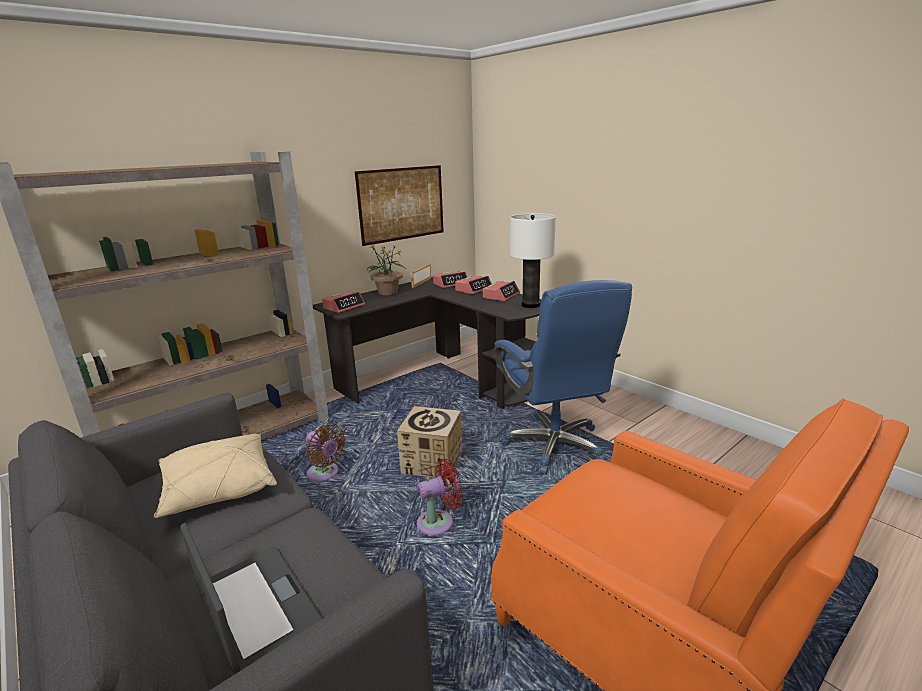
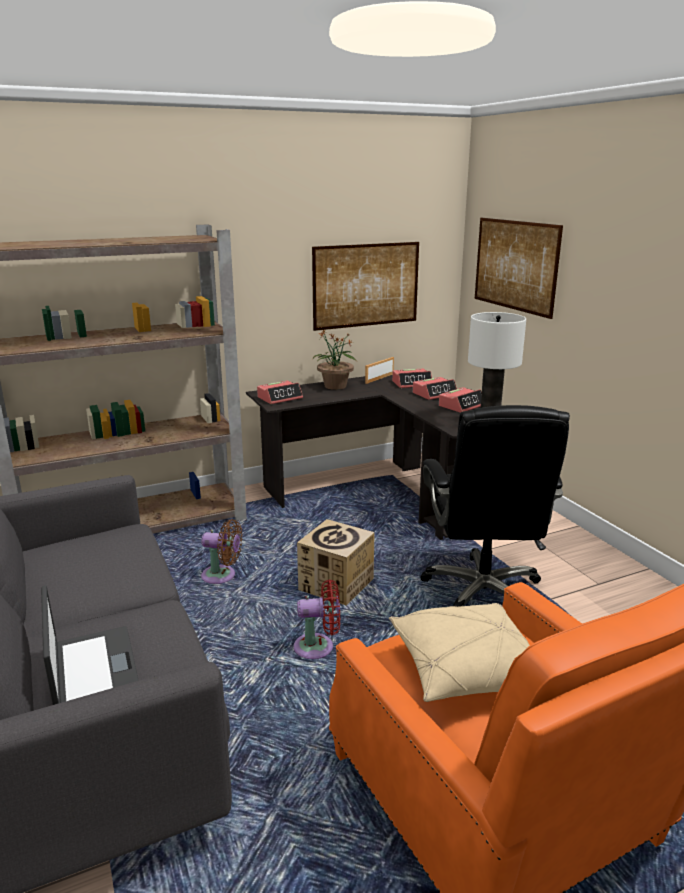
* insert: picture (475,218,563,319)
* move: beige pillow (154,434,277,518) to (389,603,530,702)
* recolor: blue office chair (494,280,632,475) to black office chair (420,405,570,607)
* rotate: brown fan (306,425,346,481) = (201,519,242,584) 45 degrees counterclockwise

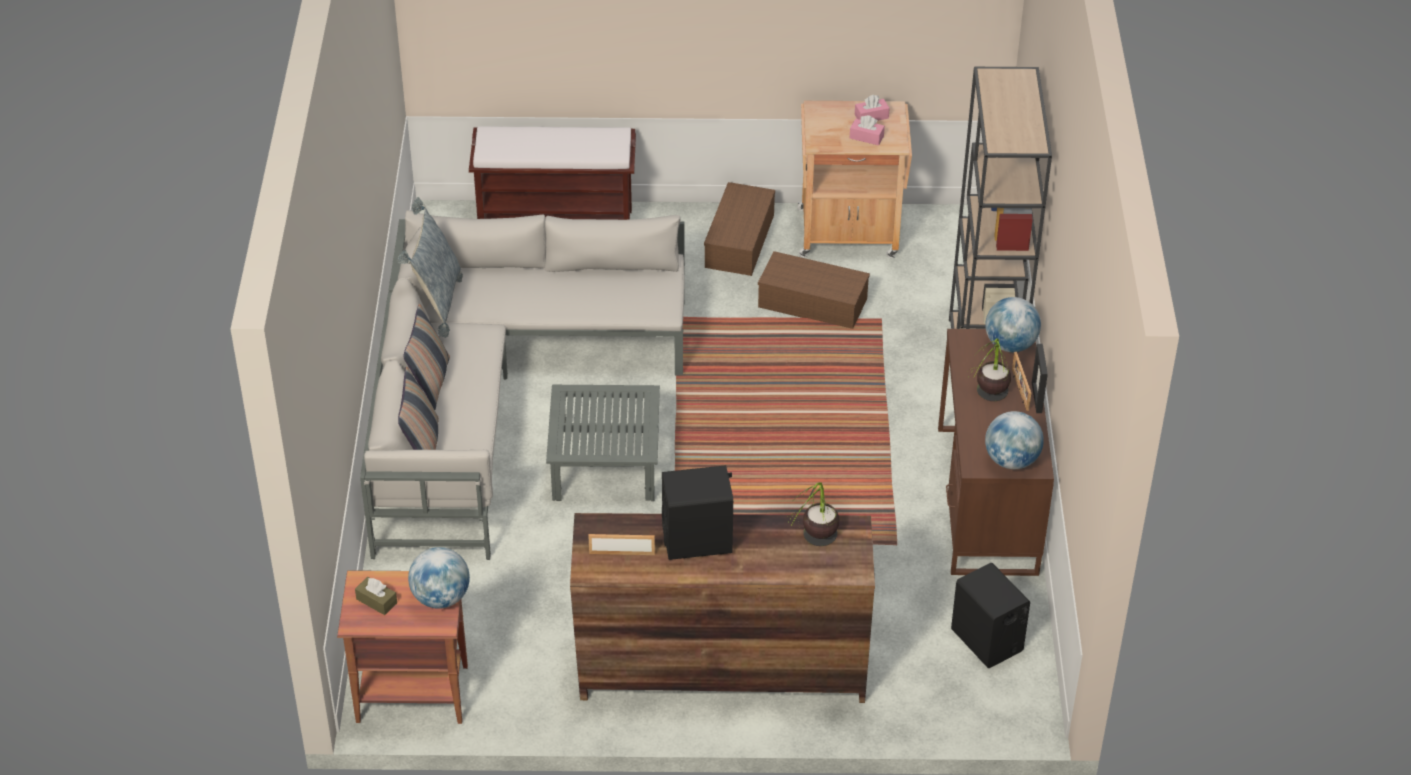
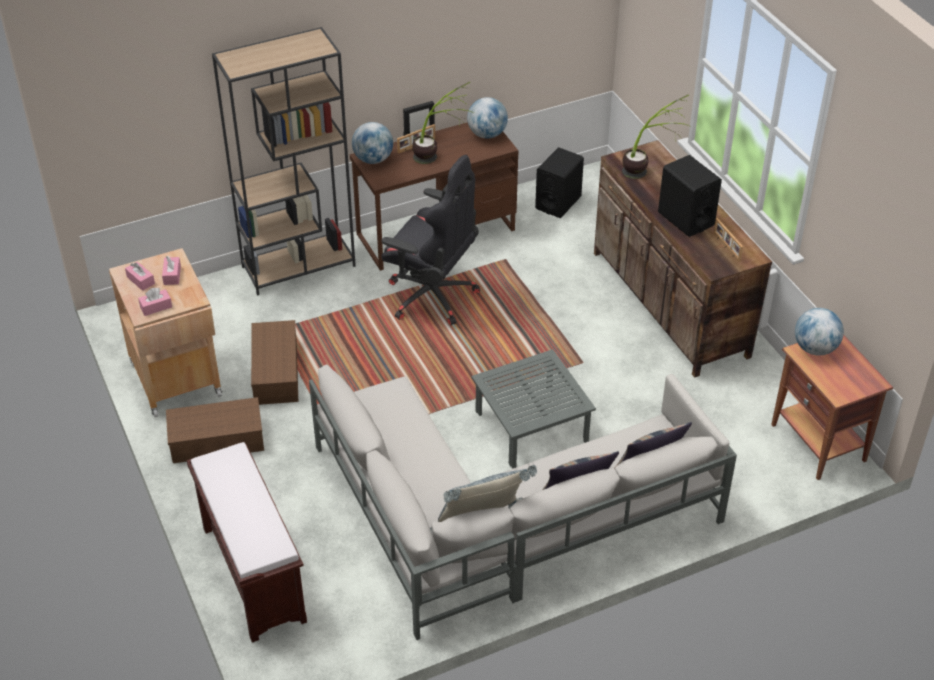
* delete: brown tissue box (355,577,397,615)
* insert: pink tissue box (138,288,172,316)
* insert: black office chair (381,155,480,326)

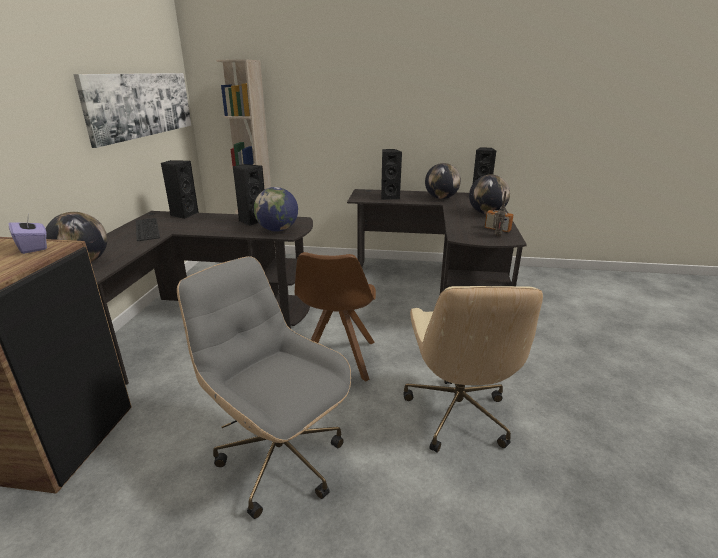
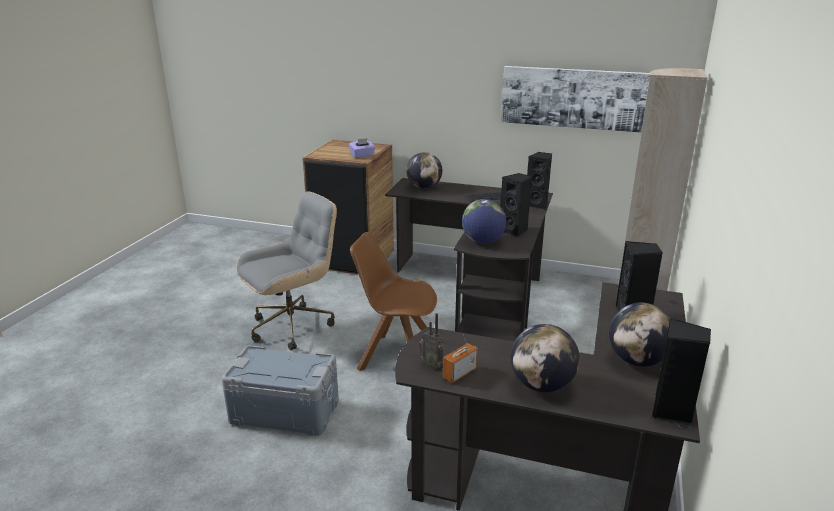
* replace: beige office chair (403,286,543,453) to grey storage box (222,345,339,436)

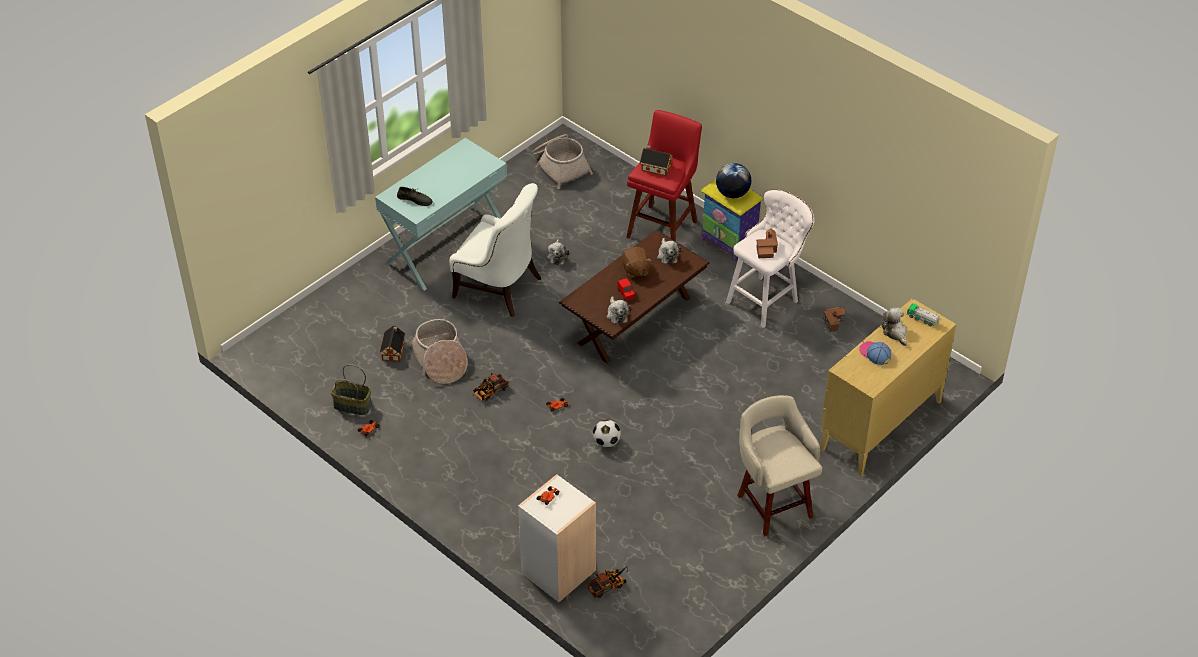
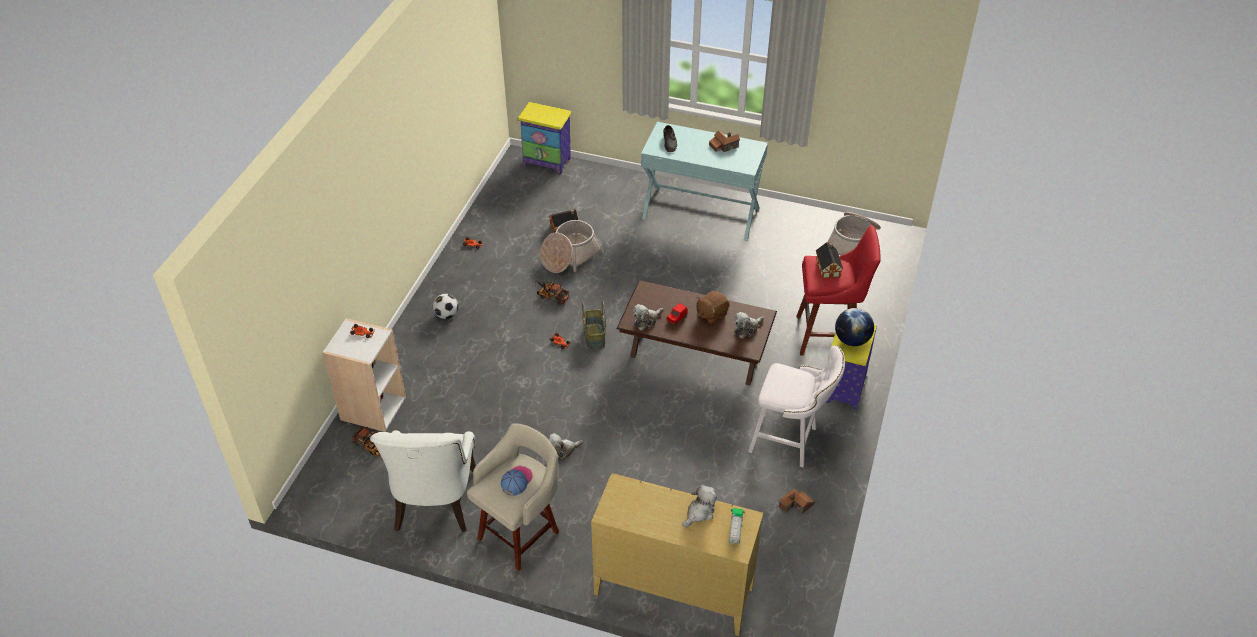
* insert: nightstand (517,102,572,175)
* move: basket (331,364,372,415) to (582,300,606,349)
* move: white chair (450,183,541,317) to (370,430,476,532)
* move: plush toy (547,239,569,265) to (548,433,583,460)
* move: football (593,419,621,448) to (433,294,458,319)
* move: toy house (756,228,778,258) to (709,131,740,152)
* move: cap (859,341,891,365) to (501,466,533,496)

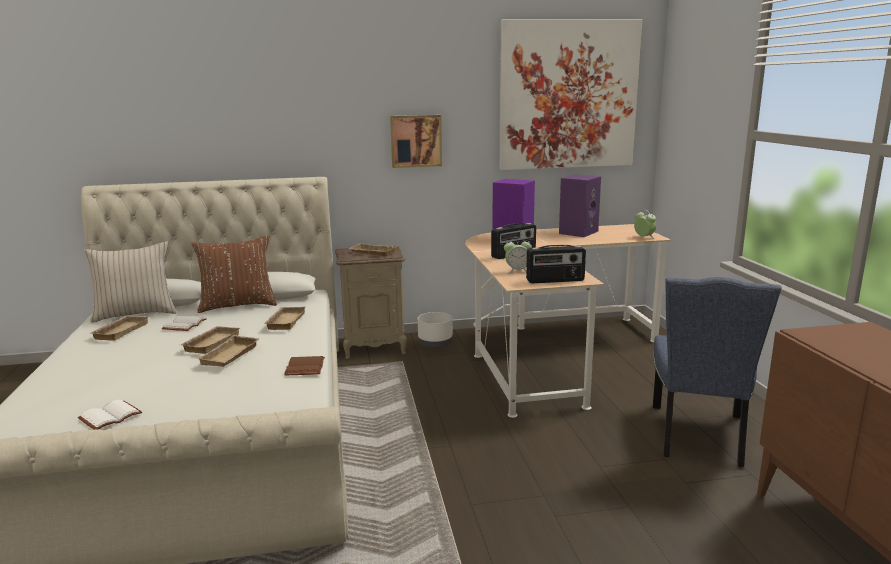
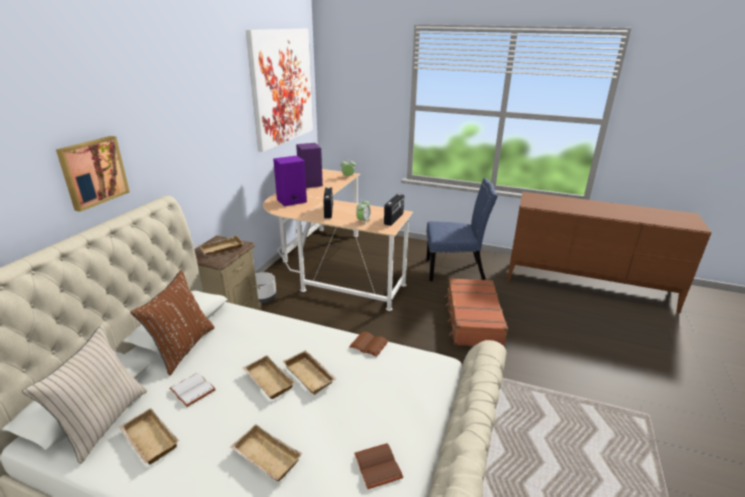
* insert: brown suitcase (445,278,508,347)
* move: beige tray (264,307,306,330) to (230,424,302,481)
* move: picture (390,115,442,168) to (56,136,130,212)
* recolor: white book (78,399,142,430) to brown book (354,443,403,489)
* rotate: blue chair (653,277,782,468) = (426,178,498,281) 45 degrees counterclockwise

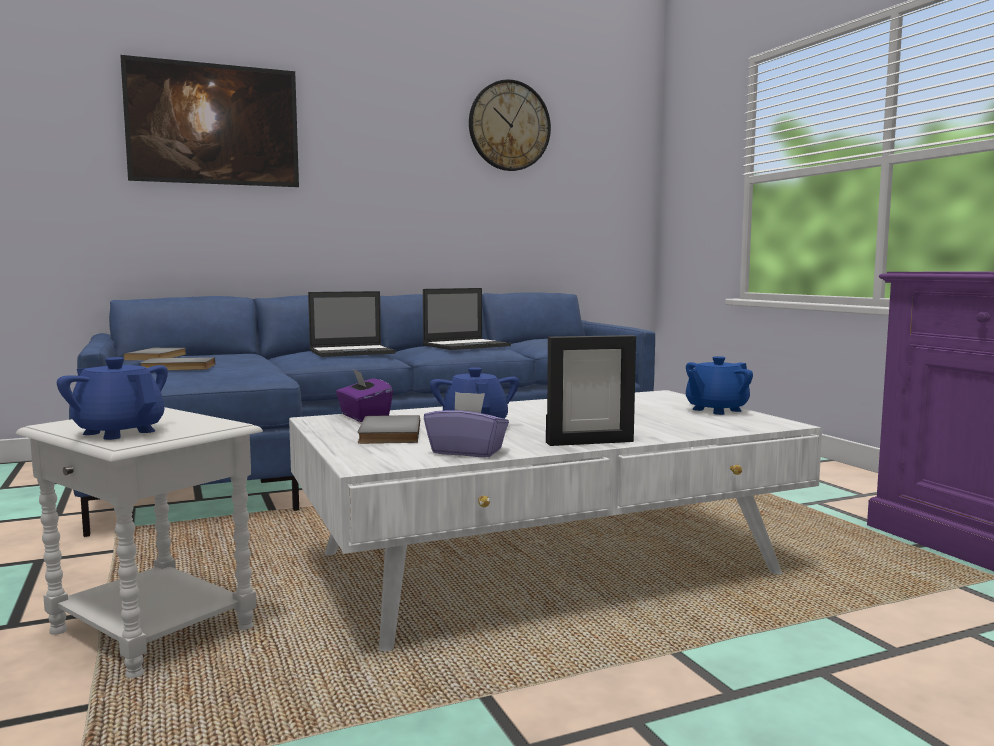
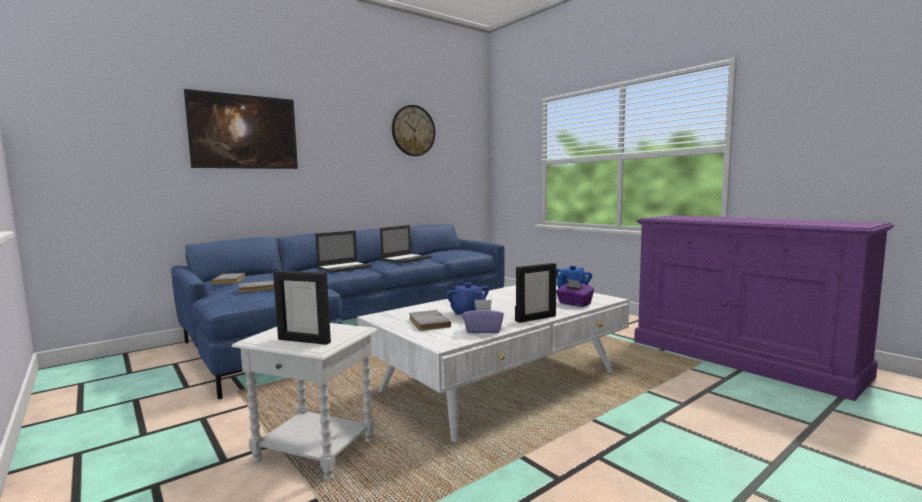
* move: purple tissue box (336,369,393,422) to (556,279,594,307)
* replace: blue teapot (57,357,168,440) to picture frame (273,271,331,345)

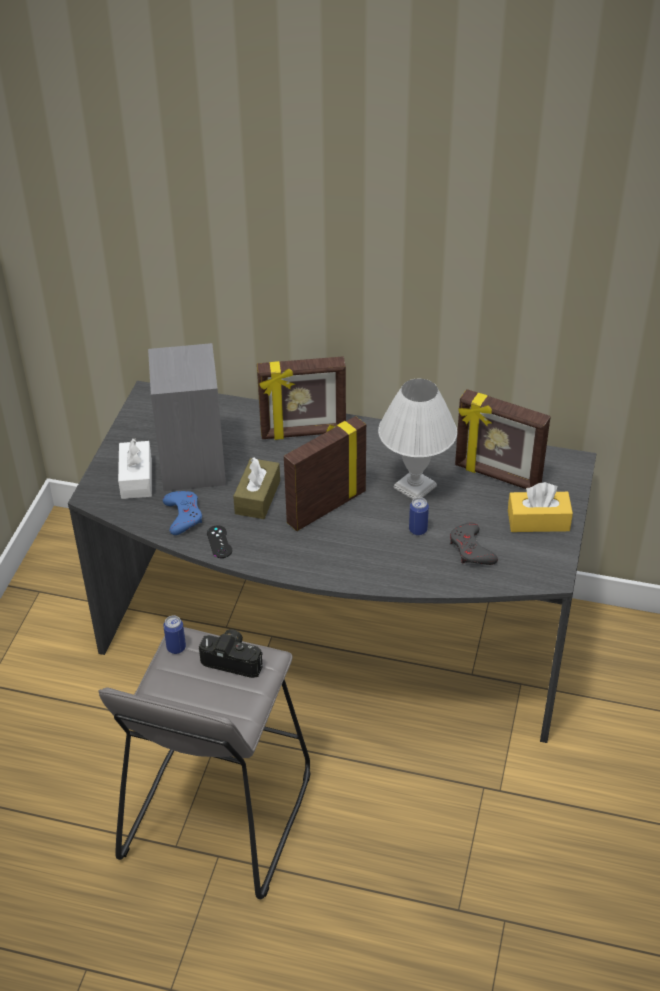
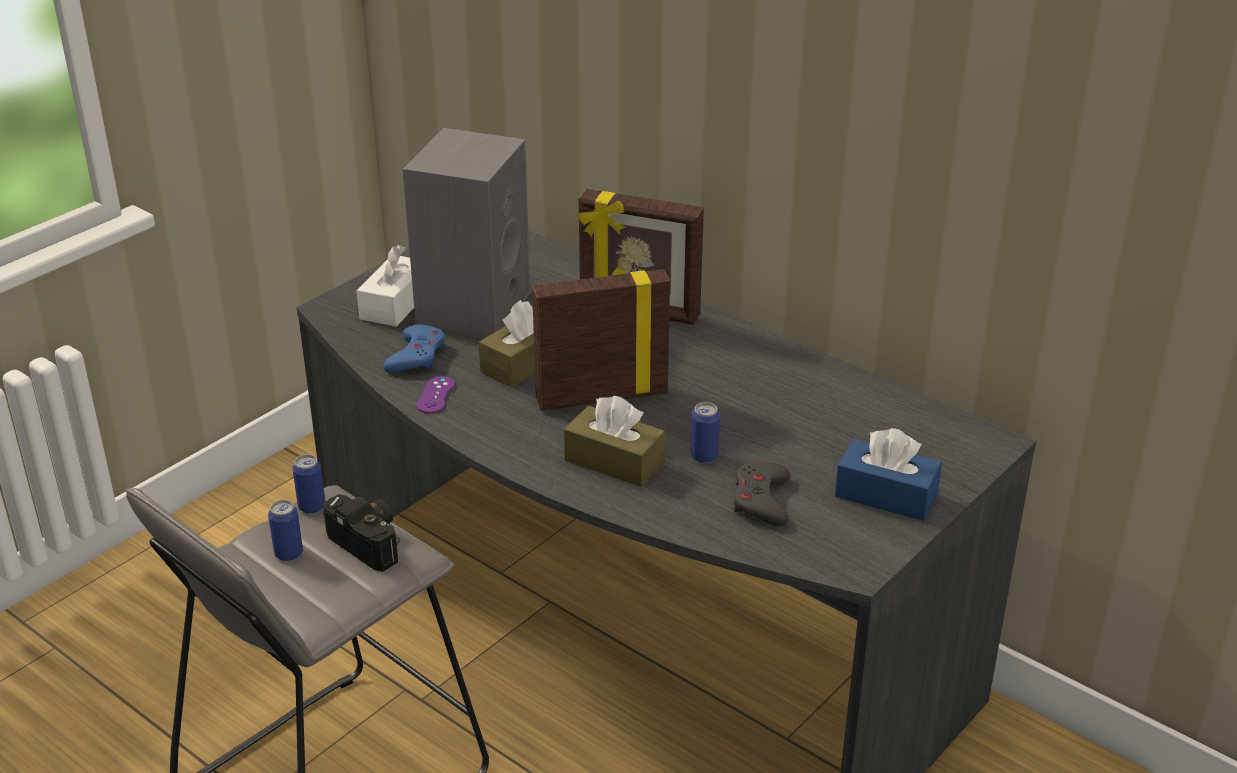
* delete: white table lamp (378,378,457,499)
* delete: picture frame (455,389,551,489)
* insert: can (268,500,303,561)
* insert: brown tissue box (564,396,665,487)
* recolor: black game controller (207,525,232,558) to purple game controller (416,376,455,414)
* recolor: yellow tissue box (508,482,573,532) to blue tissue box (835,428,942,521)

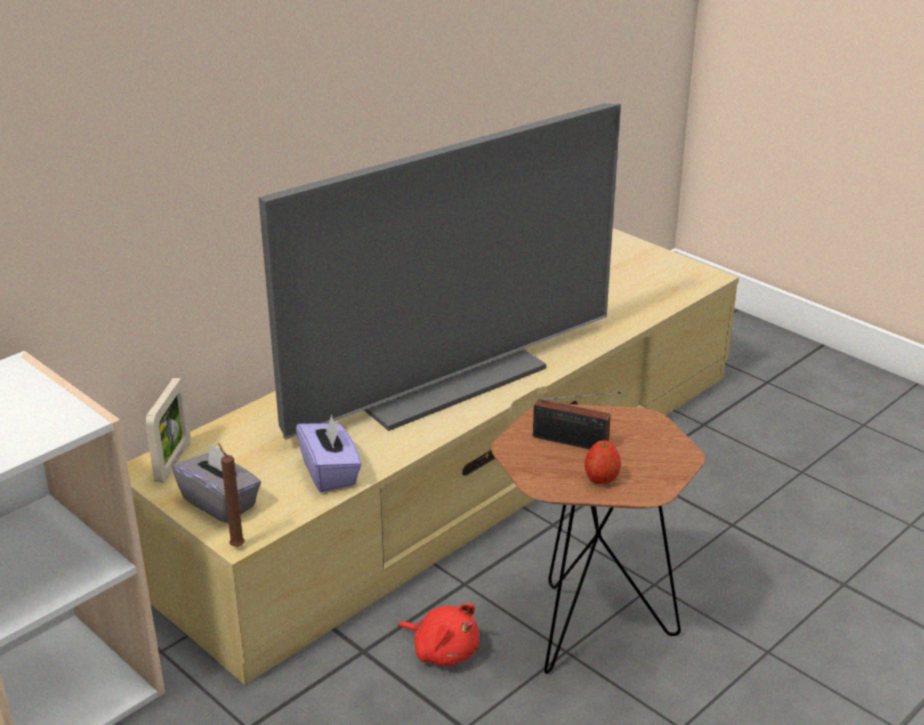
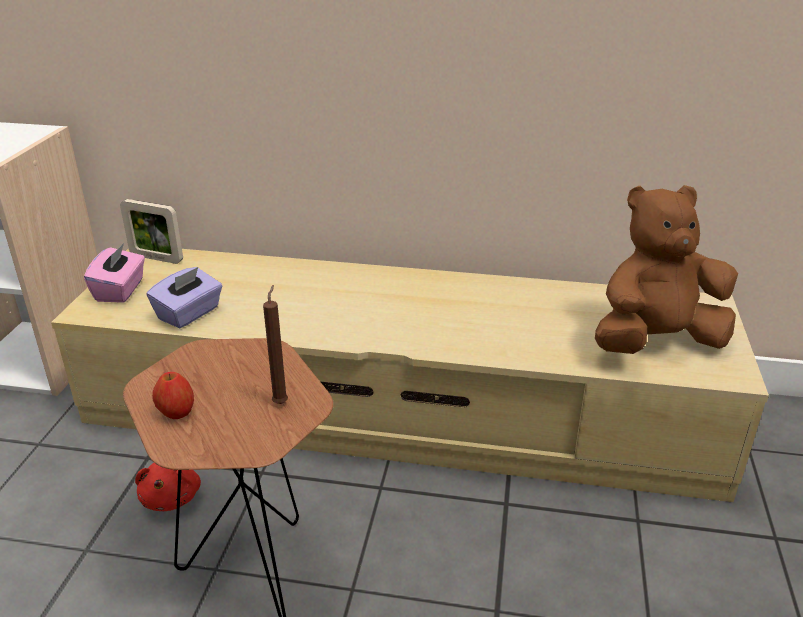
* delete: television (258,103,621,440)
* delete: radio (533,392,621,449)
* insert: brown plush toy (595,185,738,354)
* move: brown candle (218,443,245,547) to (263,285,288,404)
* recolor: grey tissue box (172,443,261,523) to pink tissue box (84,243,145,303)
* rotate: picture frame (145,378,191,483) = (120,199,183,264) 45 degrees clockwise

